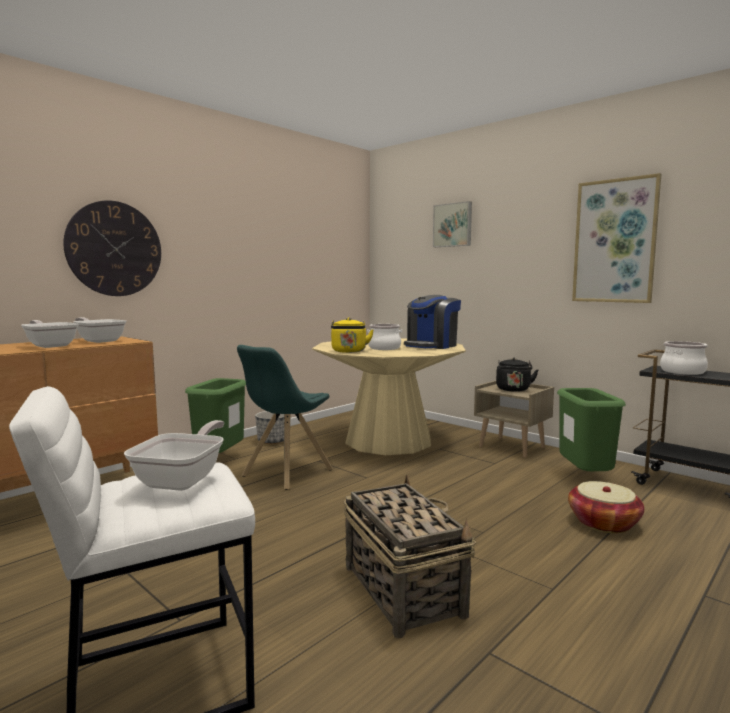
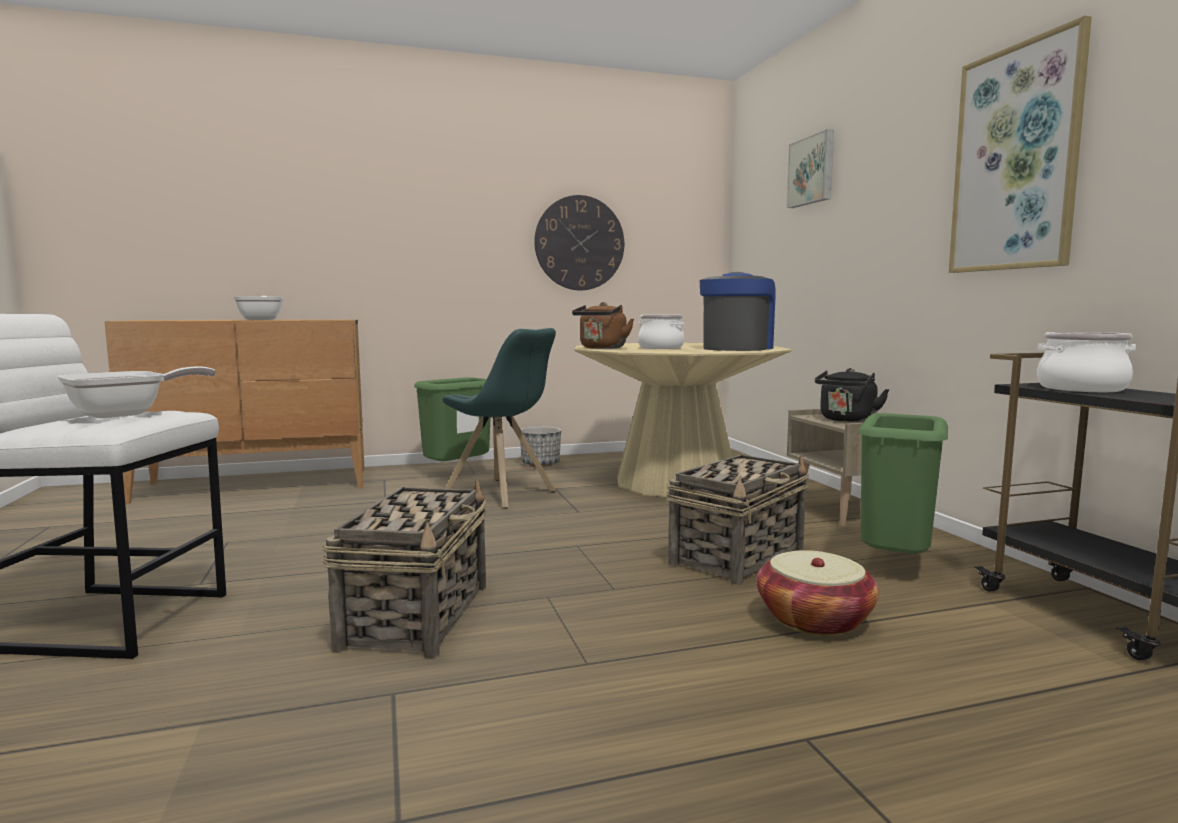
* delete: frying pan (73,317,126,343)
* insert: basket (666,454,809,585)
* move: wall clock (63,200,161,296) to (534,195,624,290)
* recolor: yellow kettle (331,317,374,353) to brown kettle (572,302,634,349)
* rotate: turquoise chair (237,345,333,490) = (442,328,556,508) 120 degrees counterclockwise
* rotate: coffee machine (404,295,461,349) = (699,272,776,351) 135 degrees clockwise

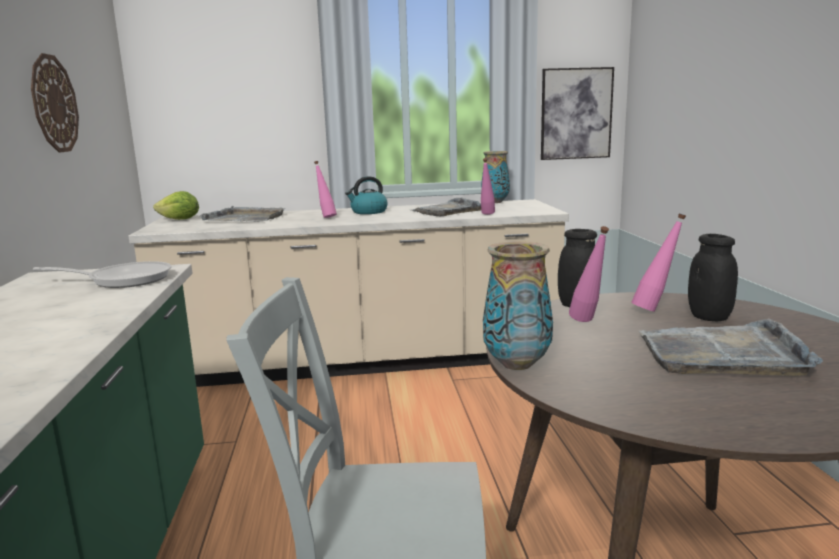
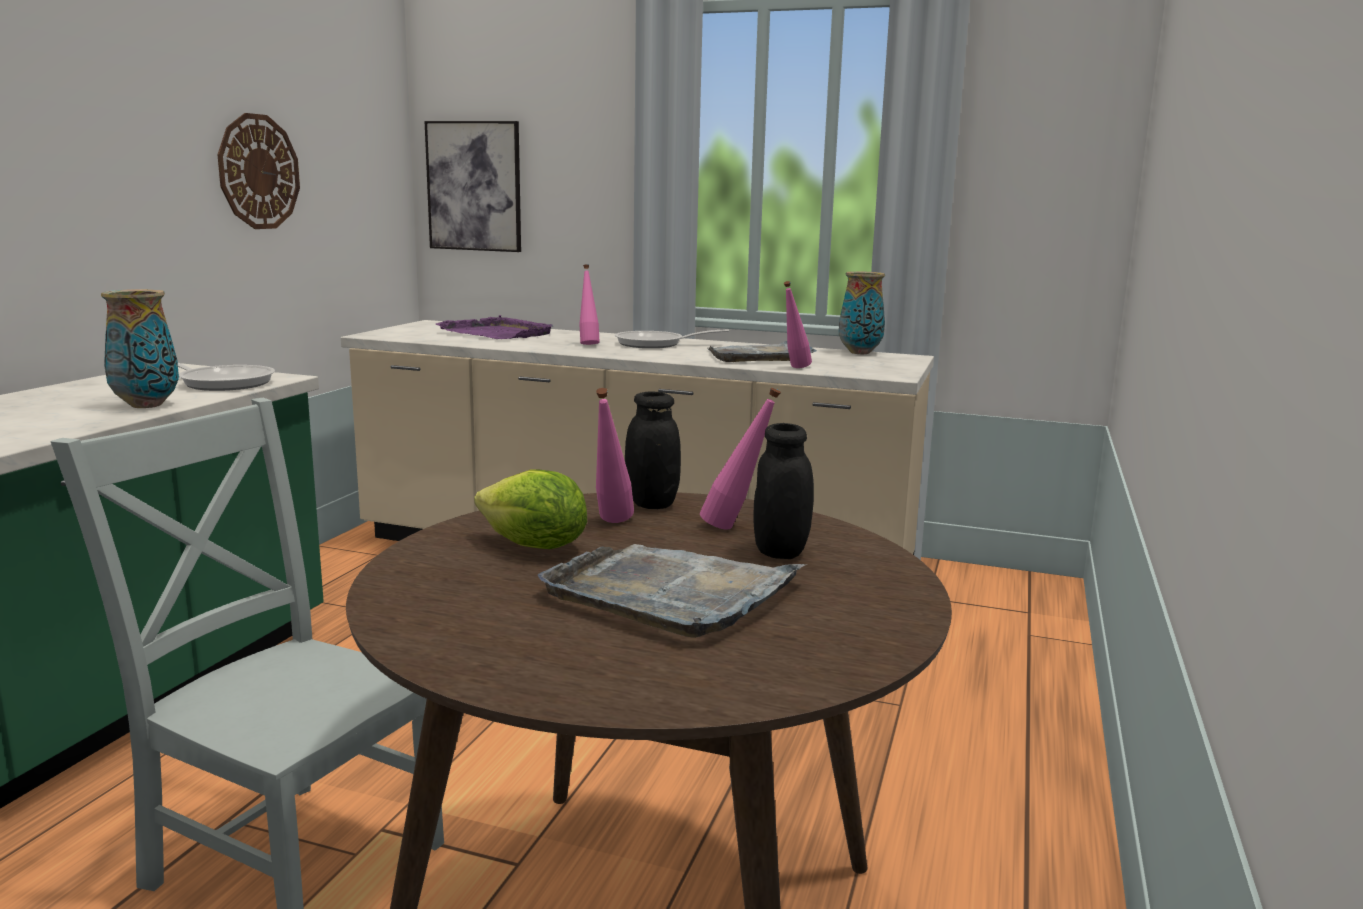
* move: lettuce (153,191,199,220) to (474,469,587,549)
* move: vase (483,241,553,370) to (101,289,179,408)
* move: picture (541,67,614,160) to (425,121,521,252)
* replace: kettle (345,176,388,214) to frying pan (615,329,729,348)
* recolor: grey tray (198,206,285,222) to purple tray (436,315,553,339)

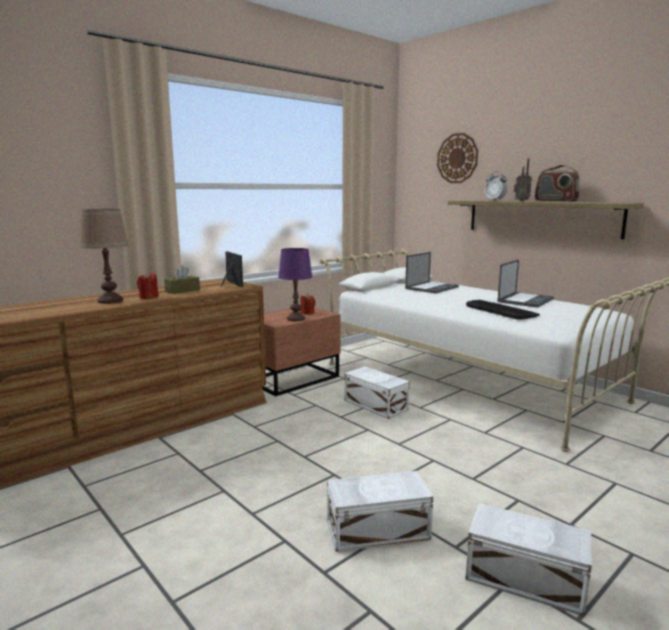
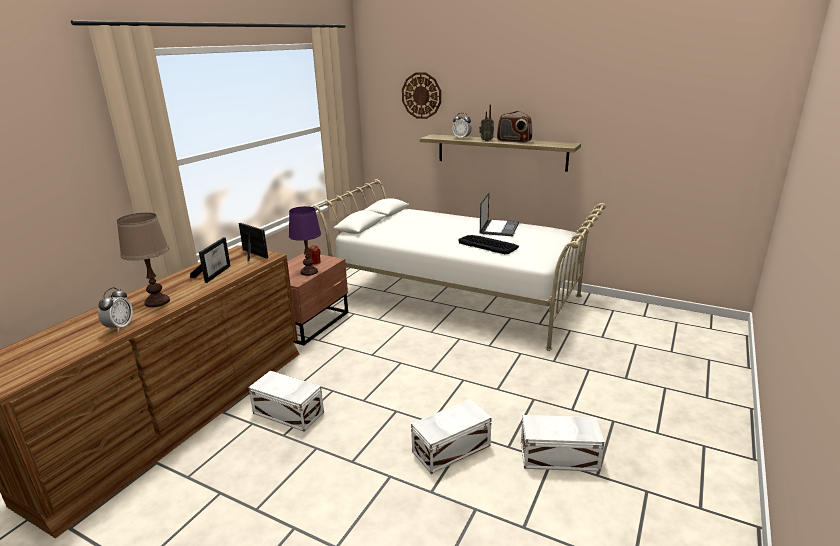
* delete: red candle (137,272,159,299)
* delete: laptop (405,252,459,294)
* insert: alarm clock (98,287,133,332)
* move: white storage box (345,366,410,419) to (248,371,324,432)
* replace: brown tissue box (164,265,200,294) to picture frame (190,237,231,283)

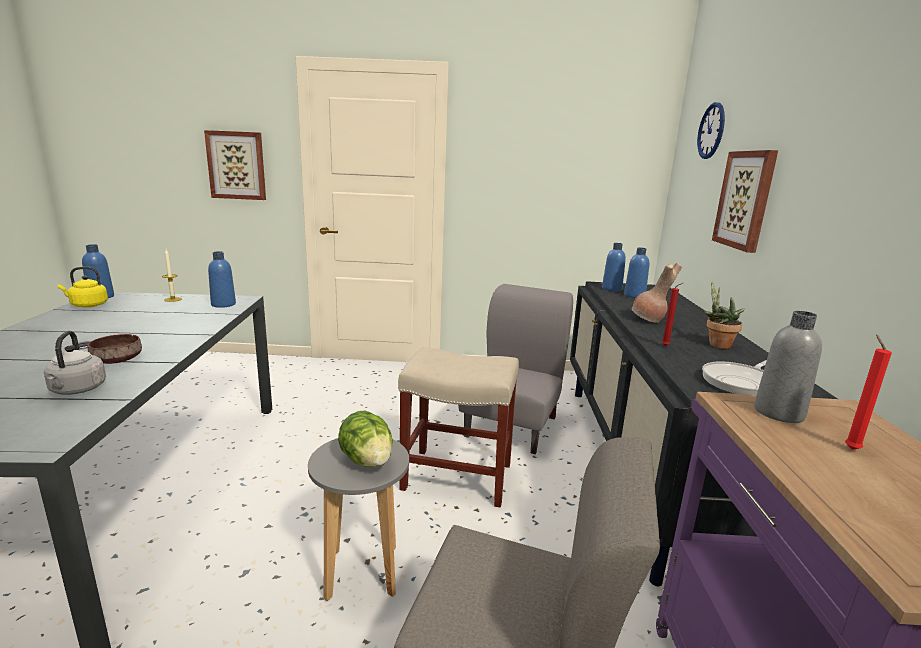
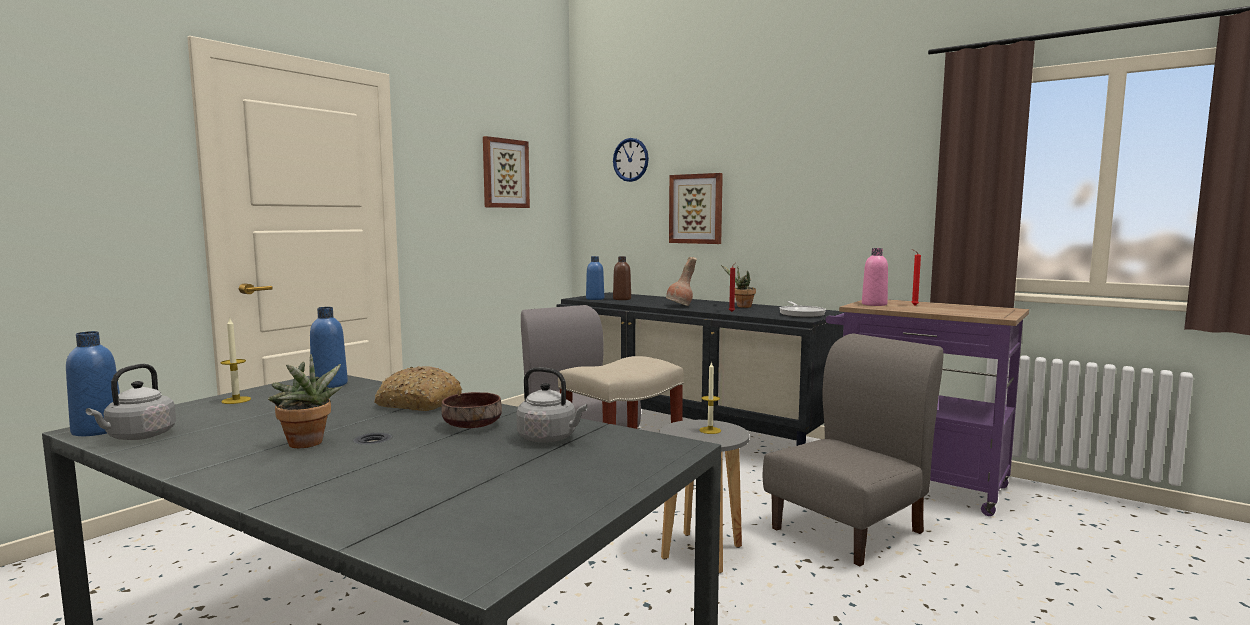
* insert: potted plant (268,354,341,448)
* insert: bread (374,366,463,411)
* move: picture (204,130,266,200) to (483,136,530,208)
* replace: lettuce (338,411,393,467) to candle (699,361,721,434)
* recolor: yellow kettle (58,267,108,308) to grey kettle (86,364,176,440)
* recolor: blue bottle (624,248,649,298) to brown bottle (613,256,631,300)
* recolor: grey bottle (754,311,822,423) to pink bottle (862,248,888,306)

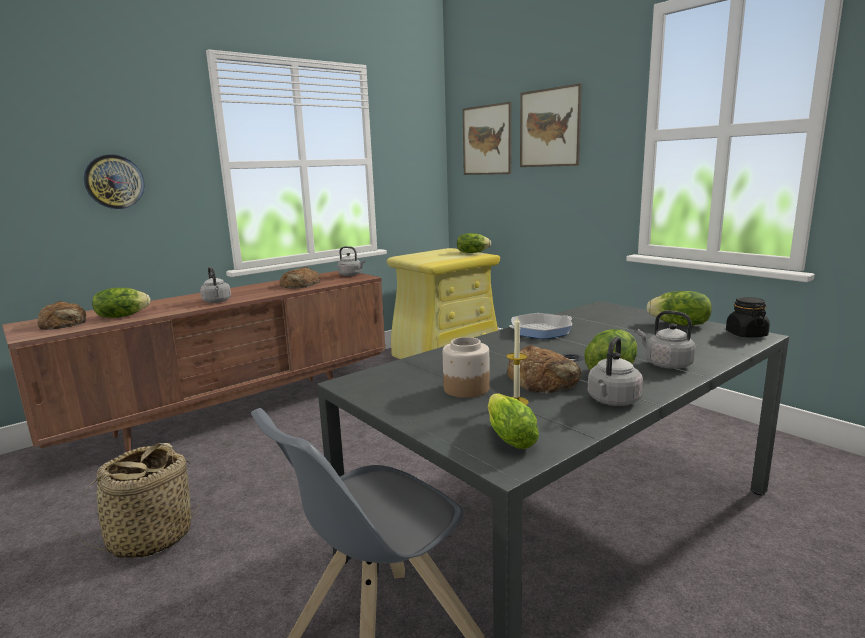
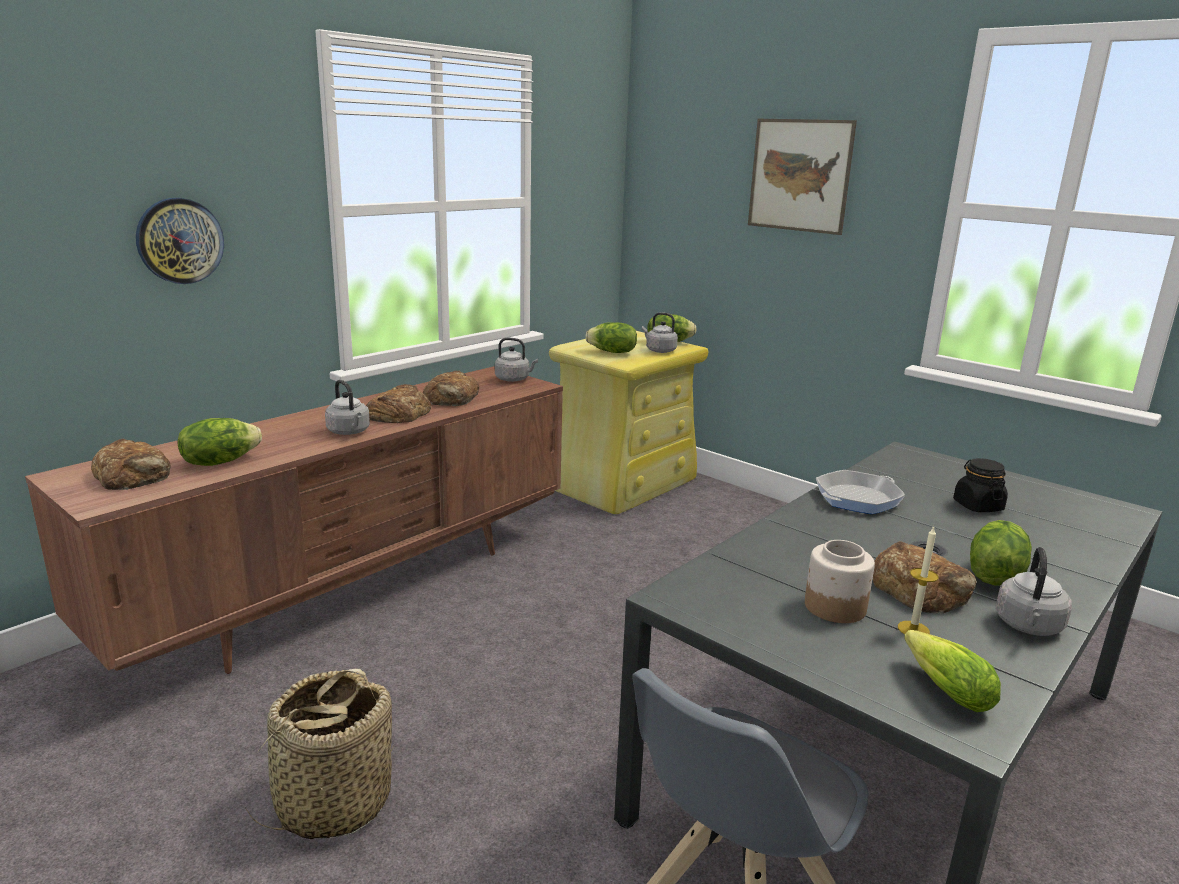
* delete: picture (463,102,511,175)
* insert: bread (366,384,431,423)
* move: grey kettle (637,311,696,369) to (642,312,678,353)
* move: lettuce (646,291,712,326) to (585,322,637,353)
* move: black jar (726,297,770,338) to (953,458,1008,512)

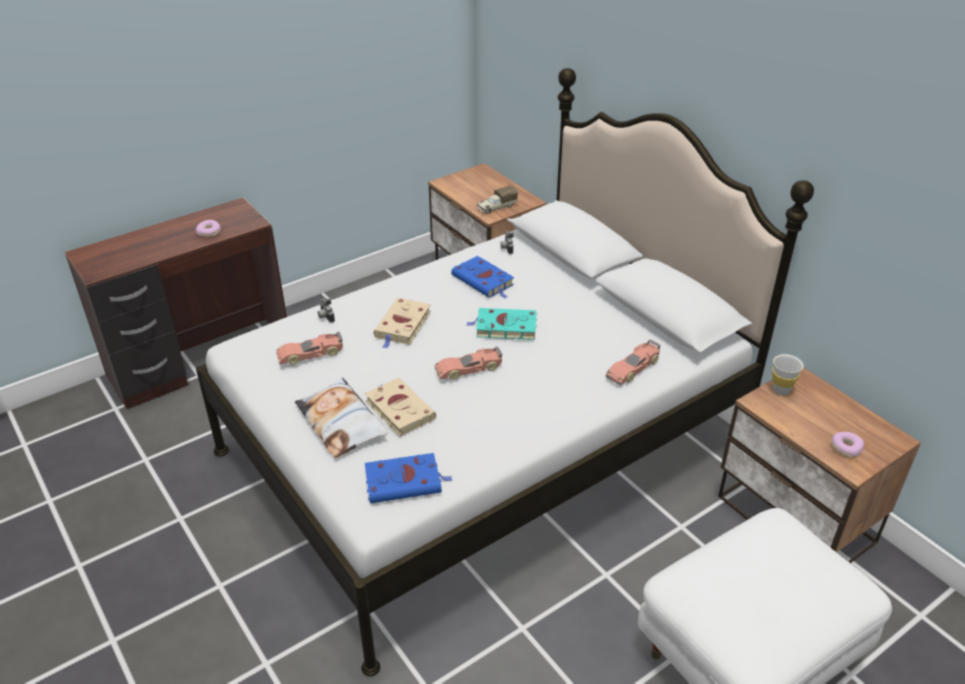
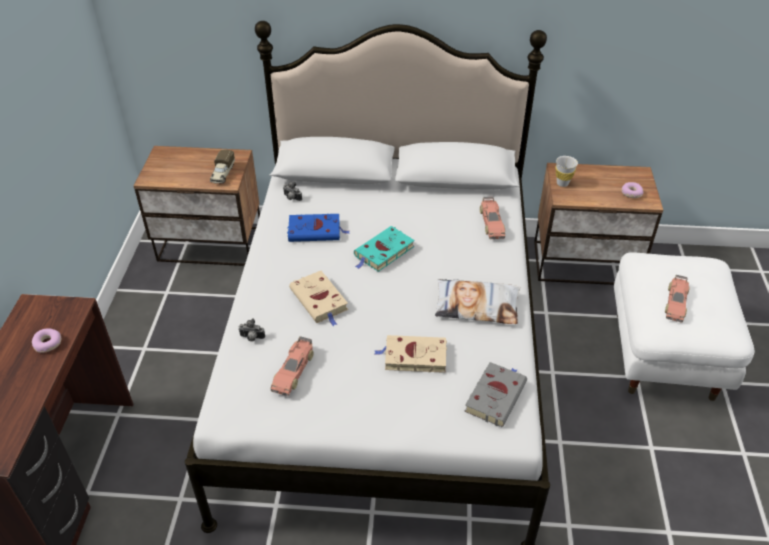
* move: pillow (295,378,387,458) to (435,279,521,324)
* move: toy car (435,346,502,380) to (665,275,690,323)
* recolor: blue book (365,453,453,503) to grey book (464,362,527,427)

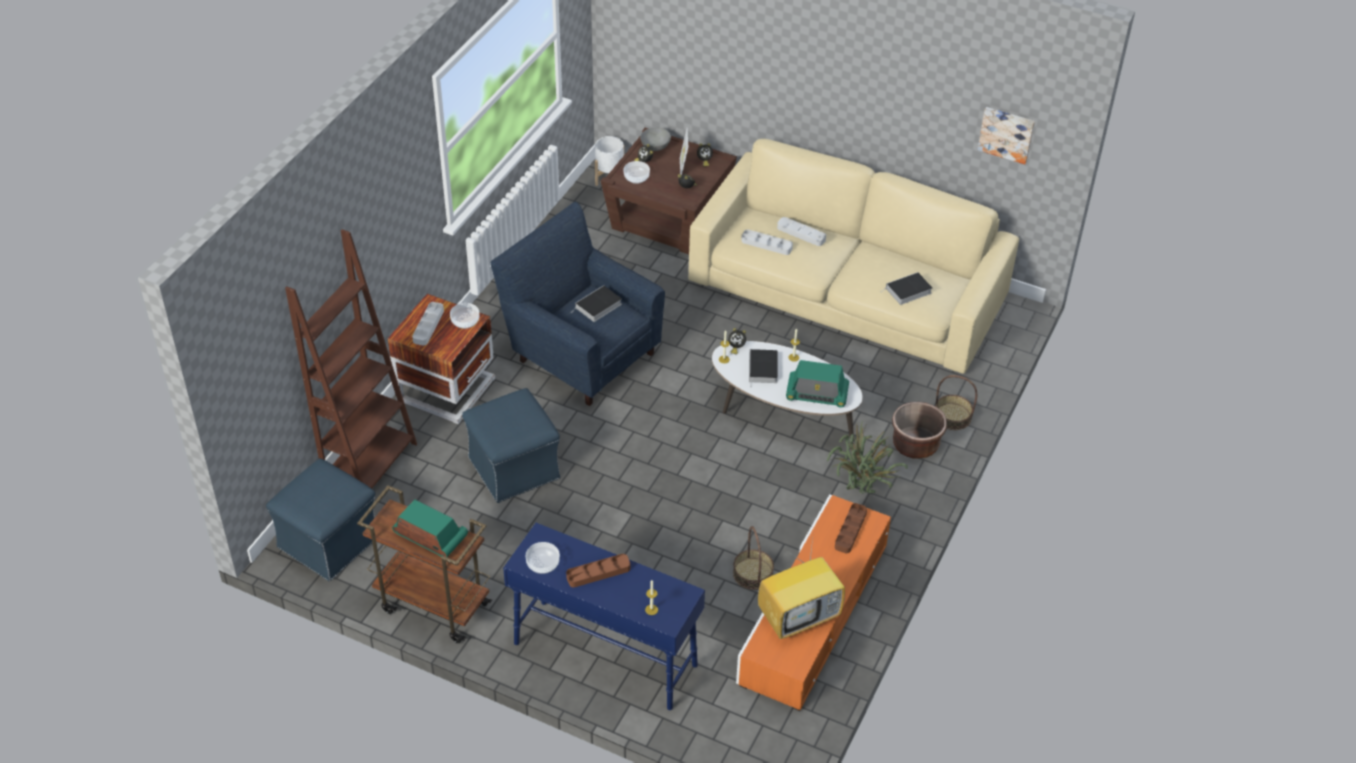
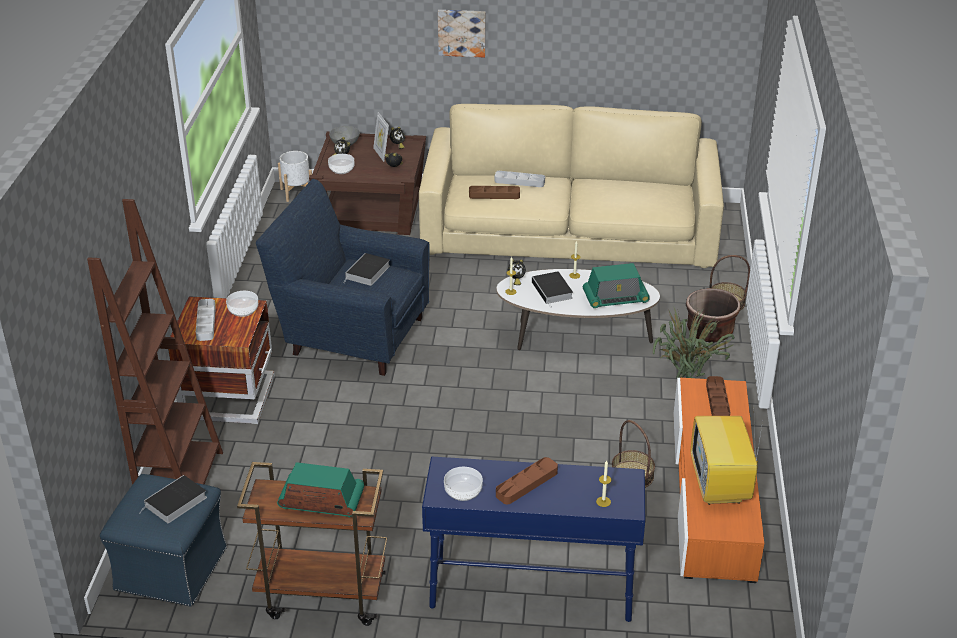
* delete: blue ottoman (462,388,561,503)
* move: book (882,272,932,305) to (139,475,207,523)
* move: picture (978,107,1035,164) to (438,10,486,57)
* recolor: grey tray (741,229,793,255) to brown tray (469,186,520,199)
* rotate: television (758,539,845,639) = (690,416,763,505) 135 degrees clockwise

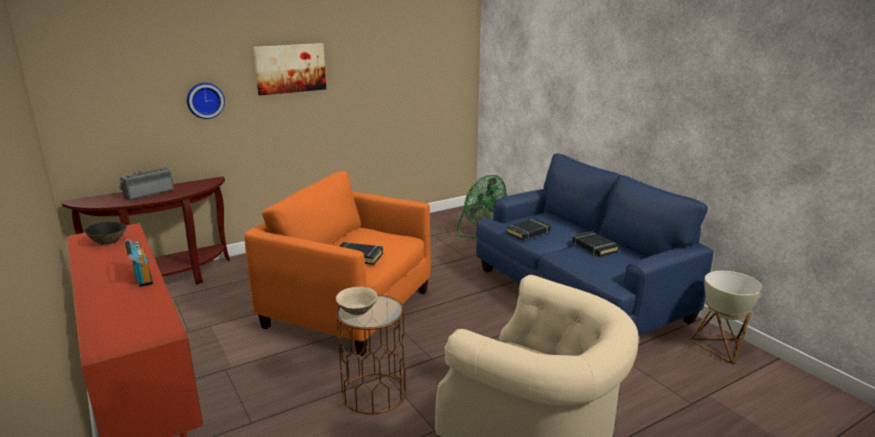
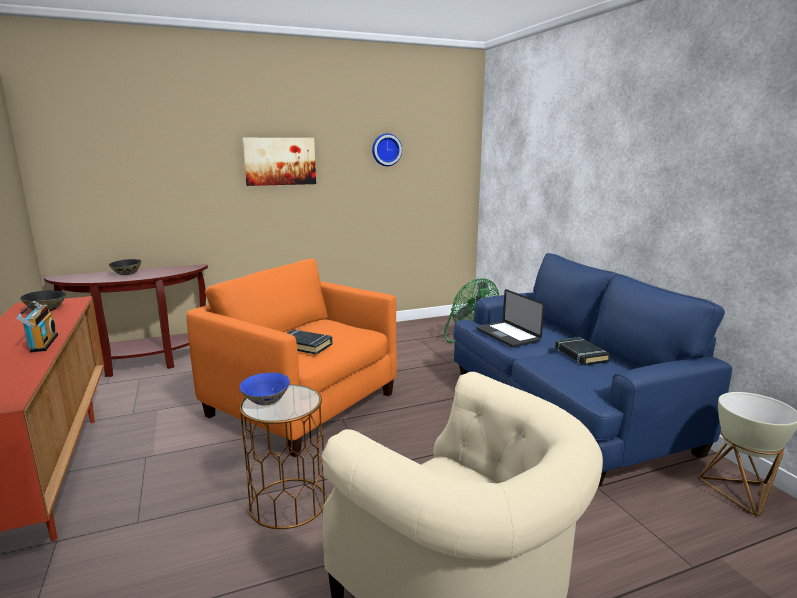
* move: wall clock (187,83,225,119) to (372,133,402,166)
* replace: radio (119,167,174,200) to black bowl (109,259,141,275)
* replace: black book (507,218,551,240) to laptop (476,289,544,347)
* recolor: beige bowl (336,287,378,315) to blue bowl (240,373,290,406)

